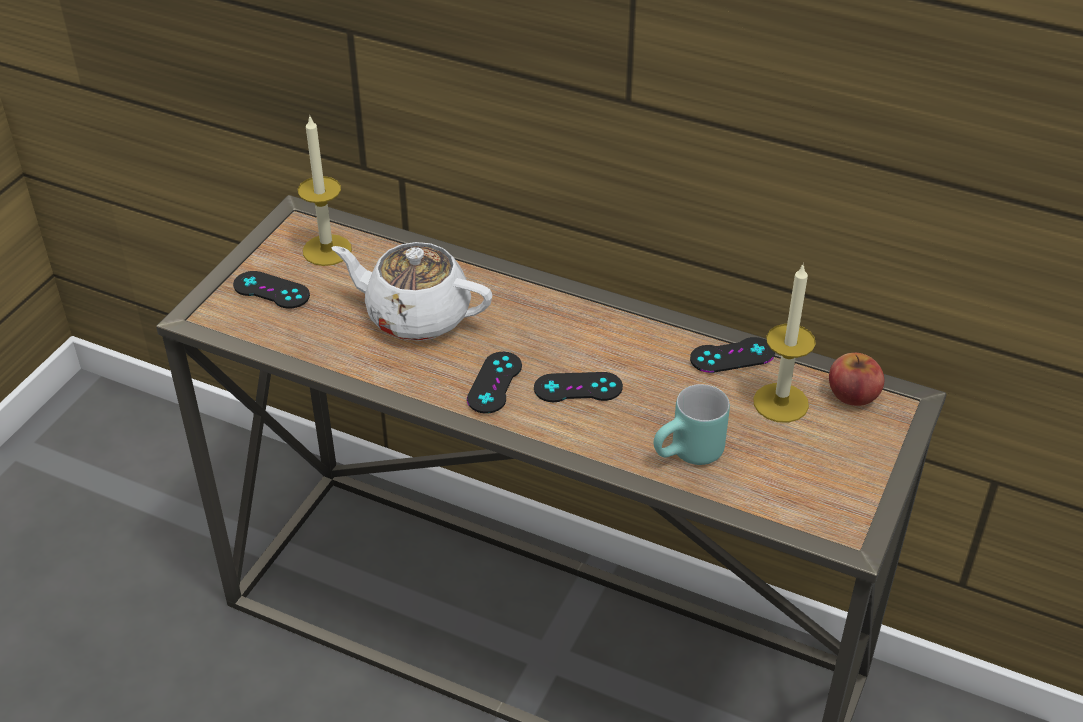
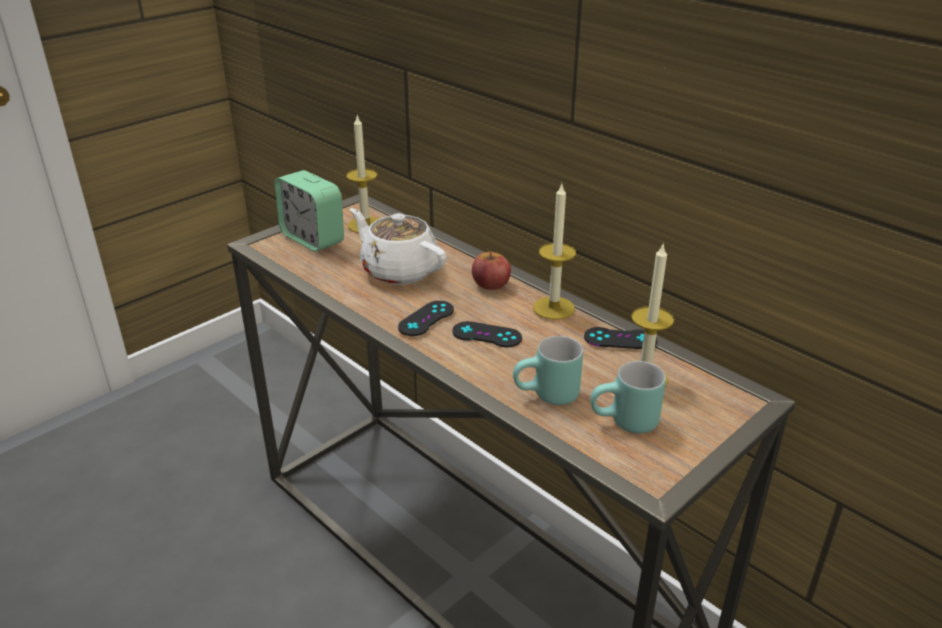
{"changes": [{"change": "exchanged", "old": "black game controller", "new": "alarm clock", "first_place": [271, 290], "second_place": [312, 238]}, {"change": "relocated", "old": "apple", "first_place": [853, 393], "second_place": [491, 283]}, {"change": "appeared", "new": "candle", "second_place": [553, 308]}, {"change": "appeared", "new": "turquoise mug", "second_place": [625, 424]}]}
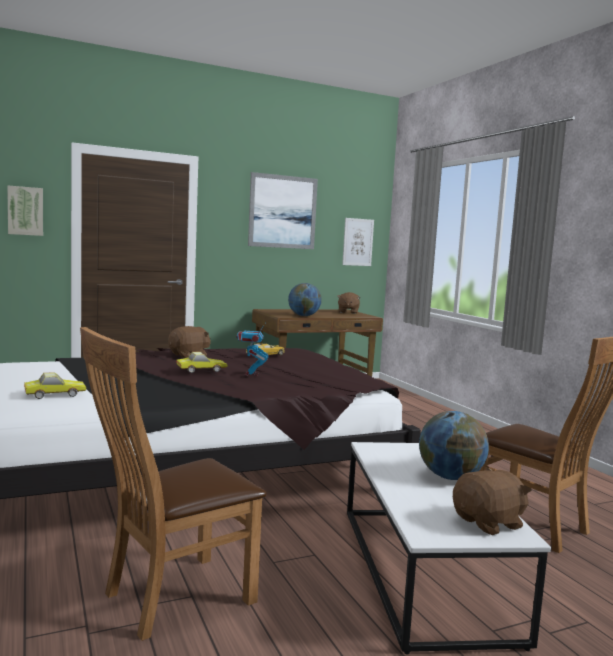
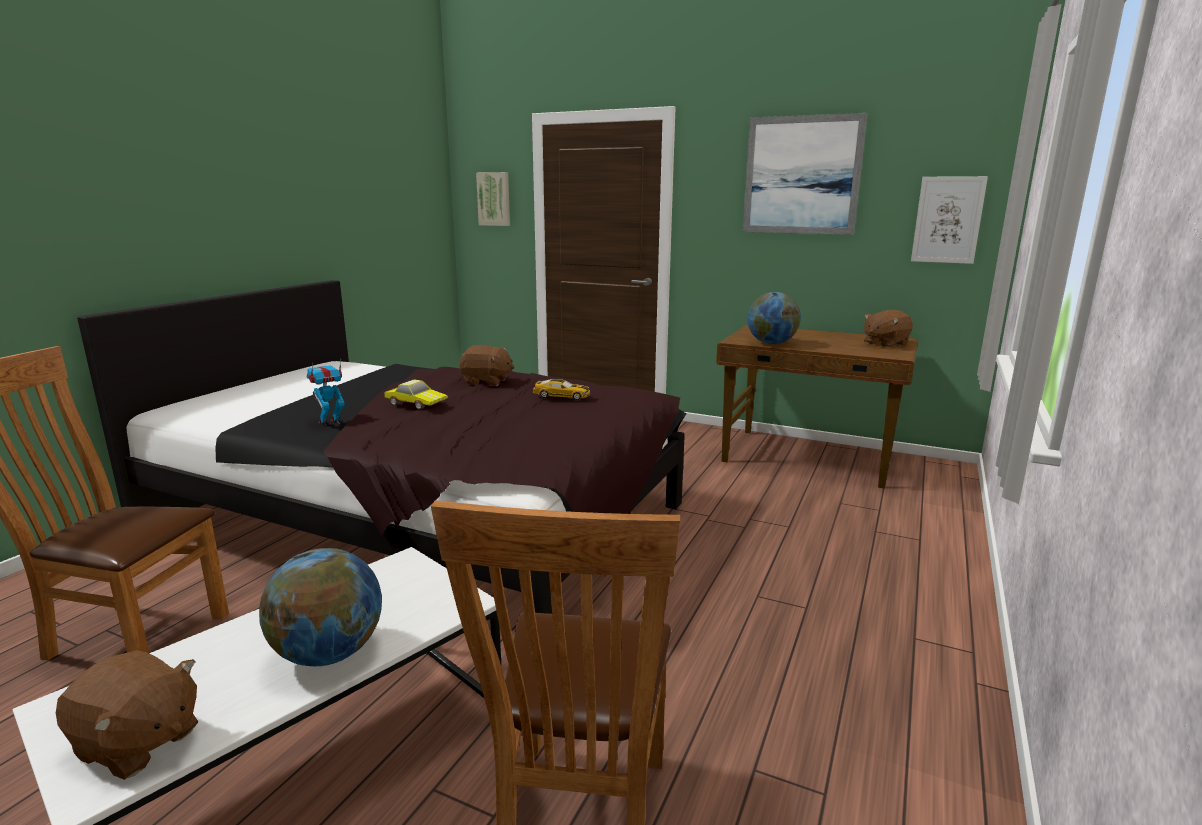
{"changes": [{"change": "missing", "old": "toy car", "first_place": [54, 394]}, {"change": "relocated", "old": "toy robot", "first_place": [251, 374], "second_place": [330, 422]}]}
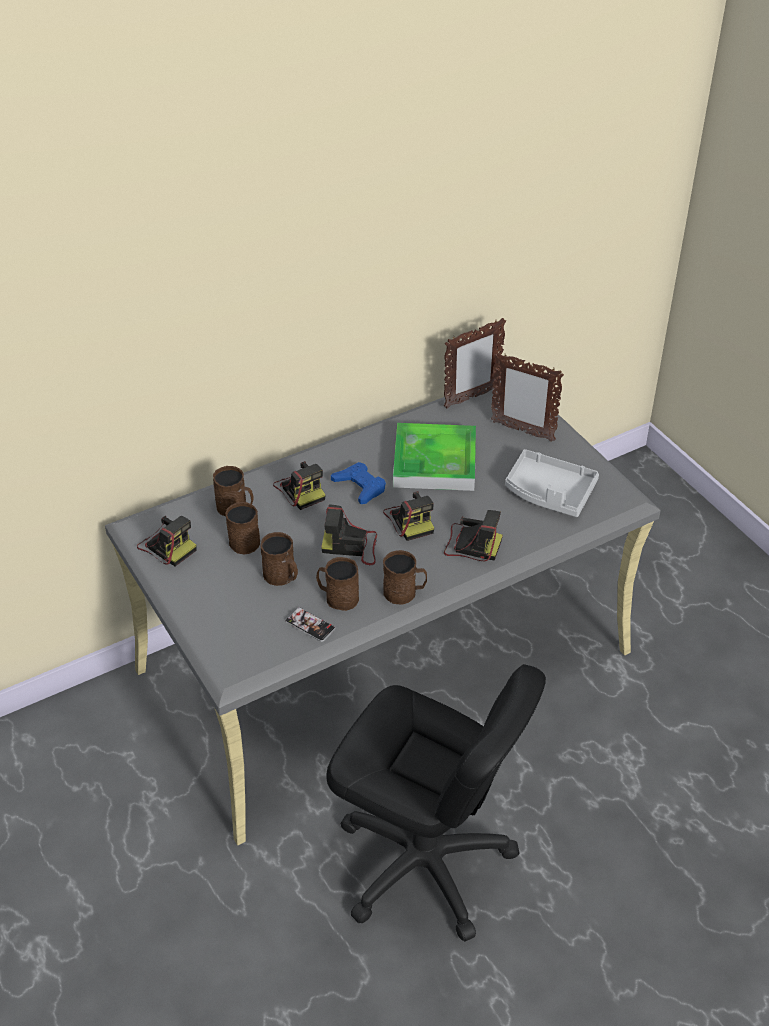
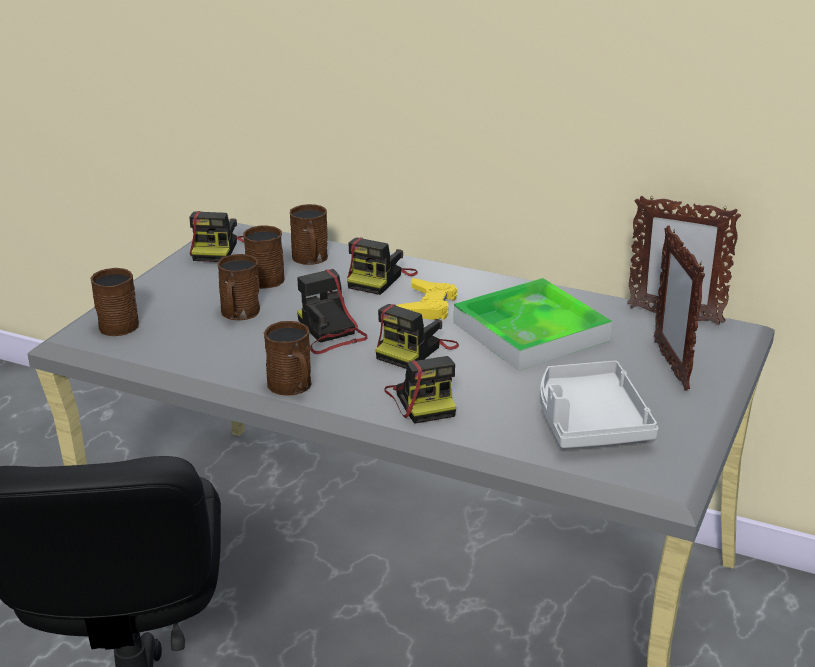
{"changes": [{"change": "missing", "old": "phone", "first_place": [310, 625]}, {"change": "relocated", "old": "brown mug", "first_place": [337, 597], "second_place": [118, 323]}, {"change": "colour", "old": "blue game controller", "new": "yellow game controller", "first_place": [360, 486], "second_place": [428, 306]}]}
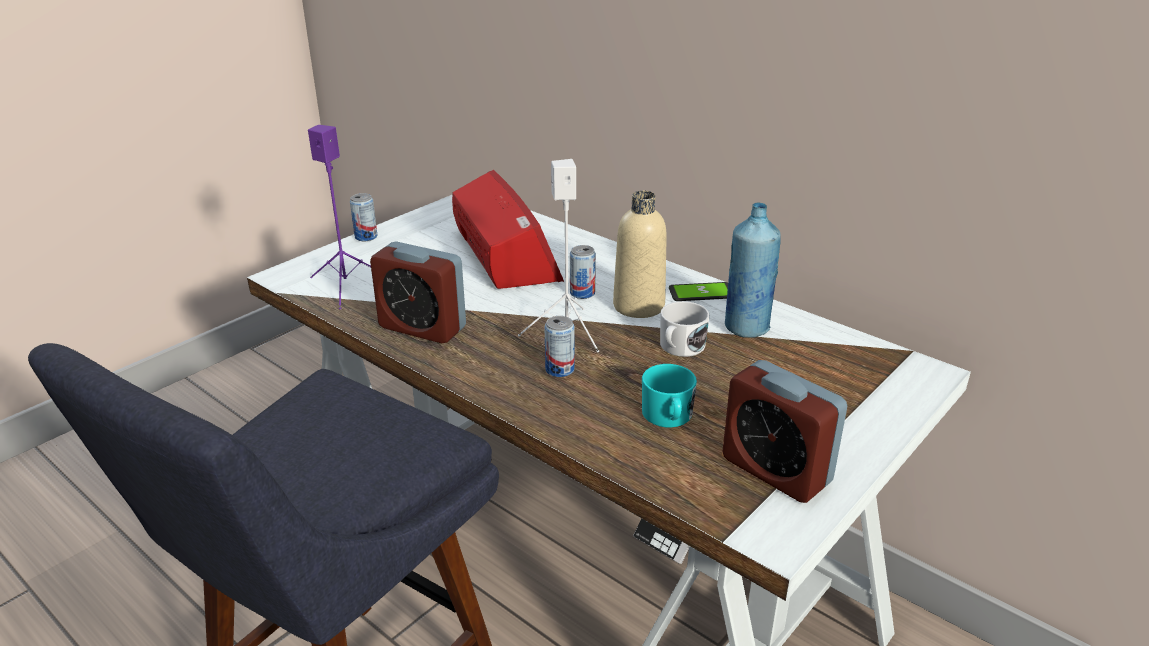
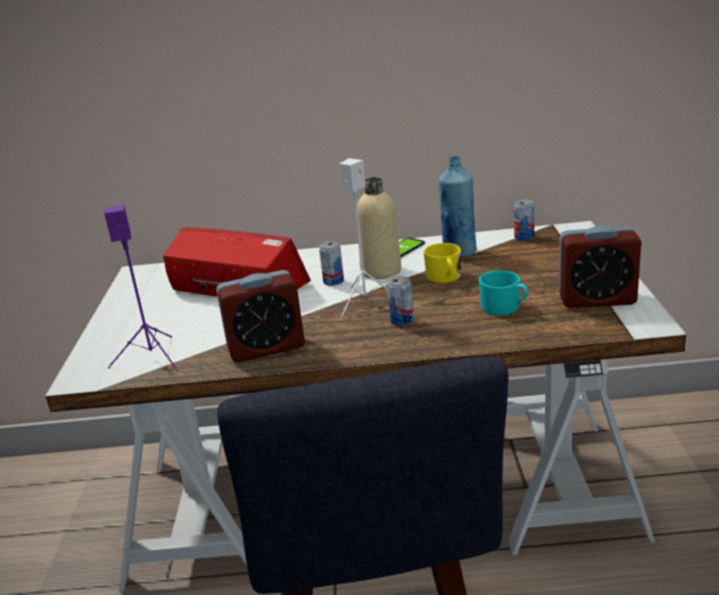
{"changes": [{"change": "relocated", "old": "can", "first_place": [366, 237], "second_place": [524, 237]}, {"change": "colour", "old": "white mug", "new": "yellow mug", "first_place": [679, 347], "second_place": [444, 277]}]}
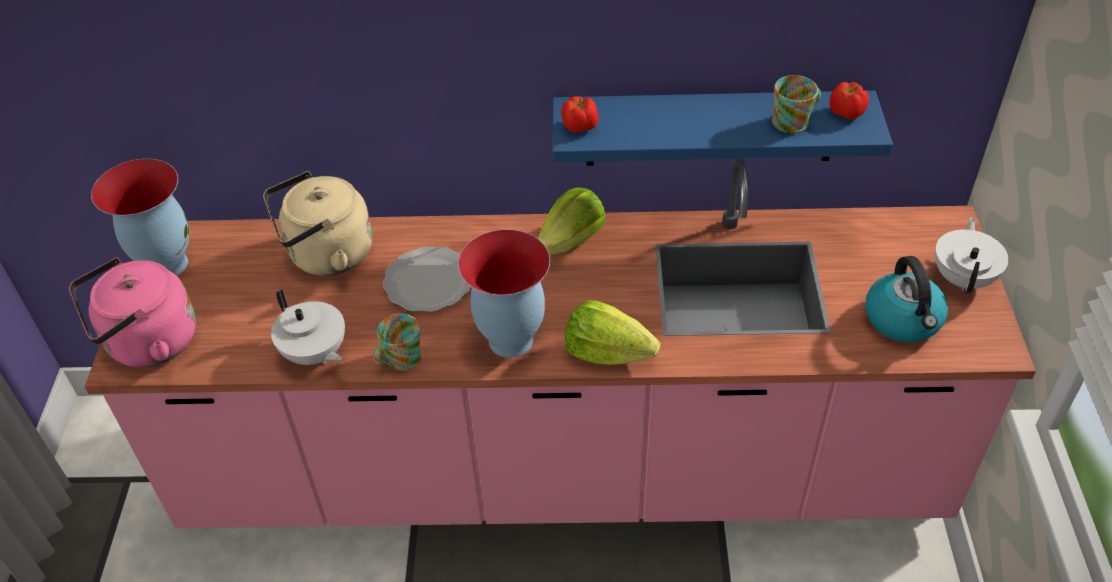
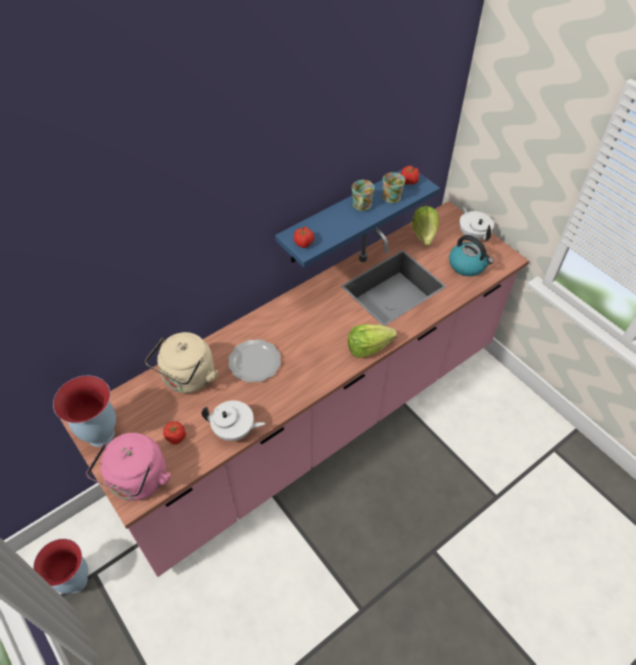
{"changes": [{"change": "relocated", "old": "mug", "first_place": [399, 359], "second_place": [361, 206]}, {"change": "relocated", "old": "vase", "first_place": [510, 341], "second_place": [75, 582]}, {"change": "relocated", "old": "lettuce", "first_place": [571, 241], "second_place": [424, 235]}, {"change": "appeared", "new": "tomato", "second_place": [176, 437]}]}
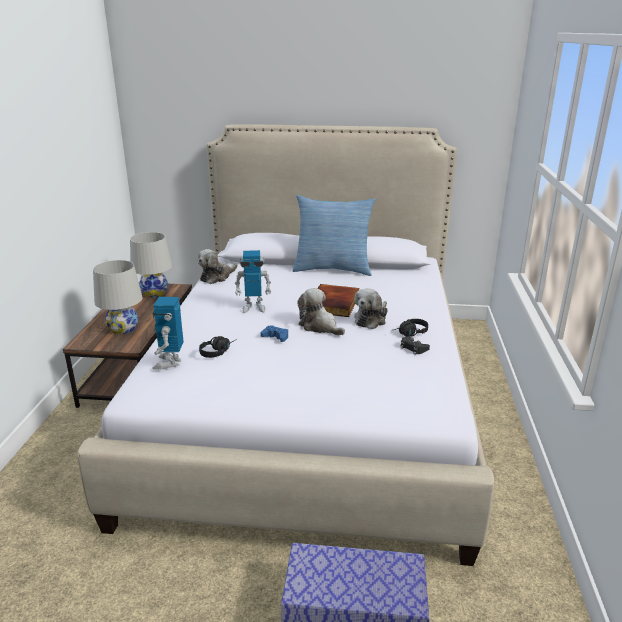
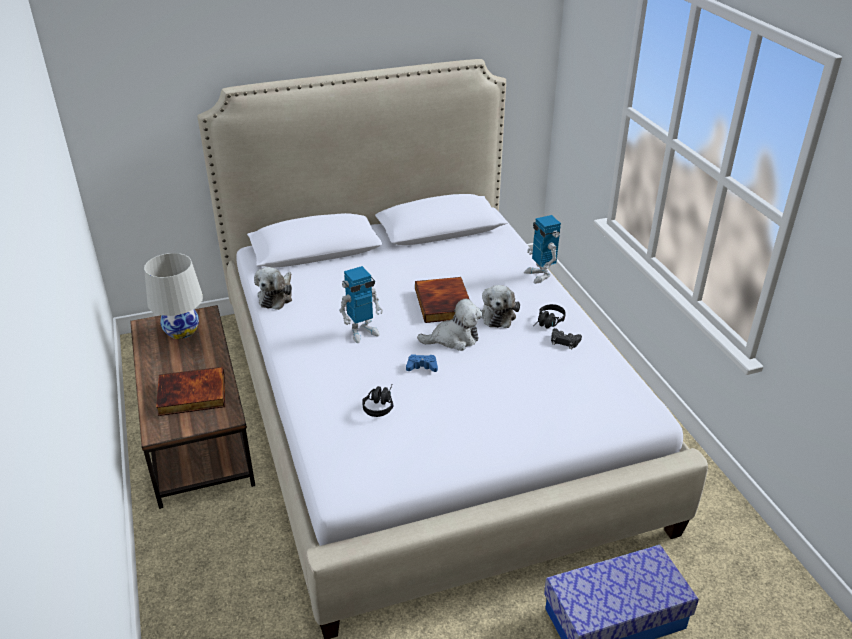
{"changes": [{"change": "exchanged", "old": "white table lamp", "new": "book", "first_place": [123, 329], "second_place": [191, 395]}, {"change": "relocated", "old": "toy robot", "first_place": [170, 362], "second_place": [540, 275]}, {"change": "missing", "old": "pillow", "first_place": [332, 269]}, {"change": "spun", "old": "plush toy", "first_place": [319, 326], "second_place": [453, 339], "degrees": 150}]}
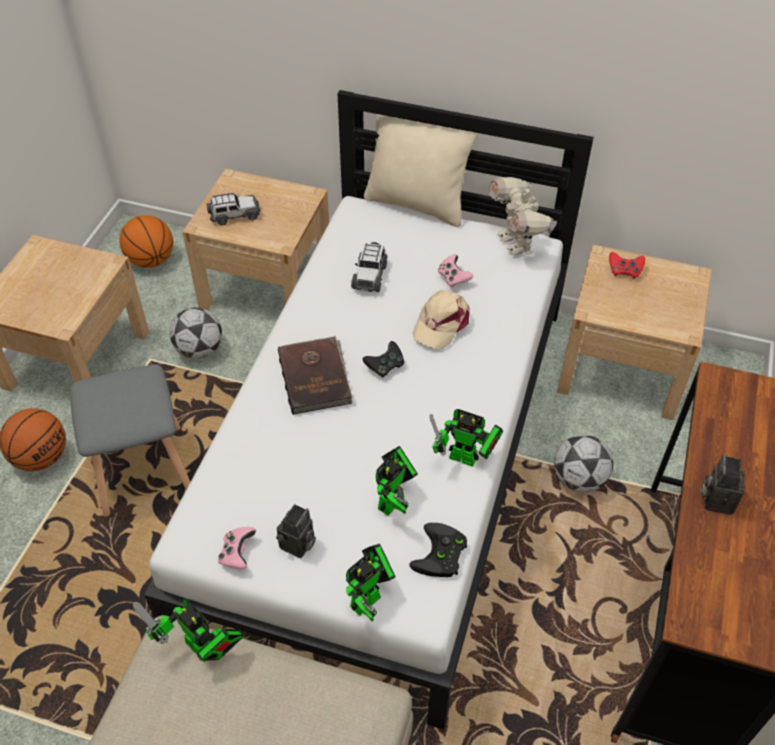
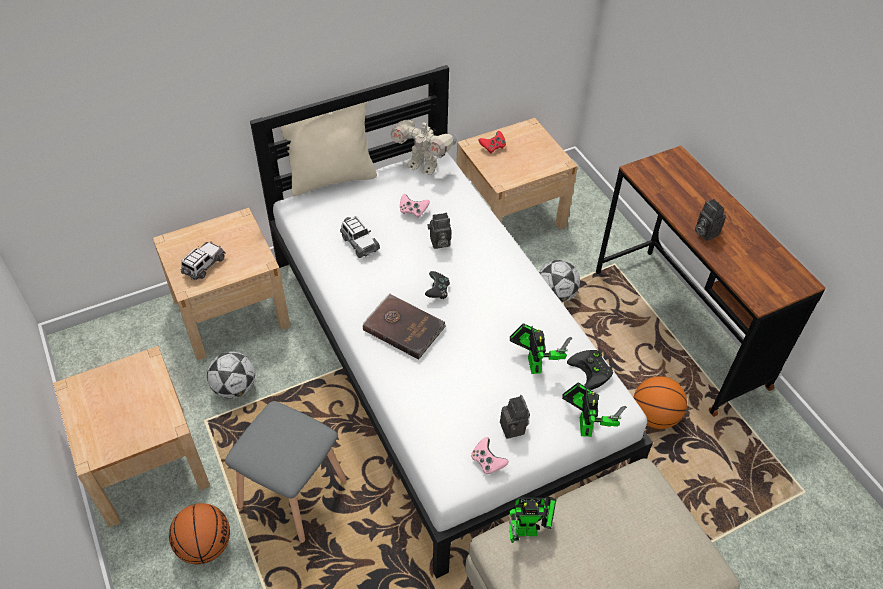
{"changes": [{"change": "relocated", "old": "basketball", "first_place": [151, 260], "second_place": [654, 416]}, {"change": "exchanged", "old": "beige cap", "new": "photo camera", "first_place": [441, 323], "second_place": [439, 243]}, {"change": "missing", "old": "toy robot", "first_place": [467, 459]}]}
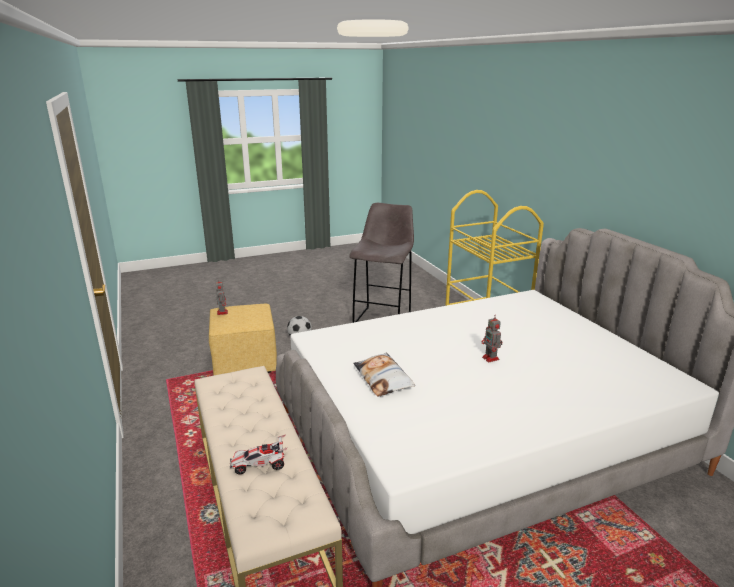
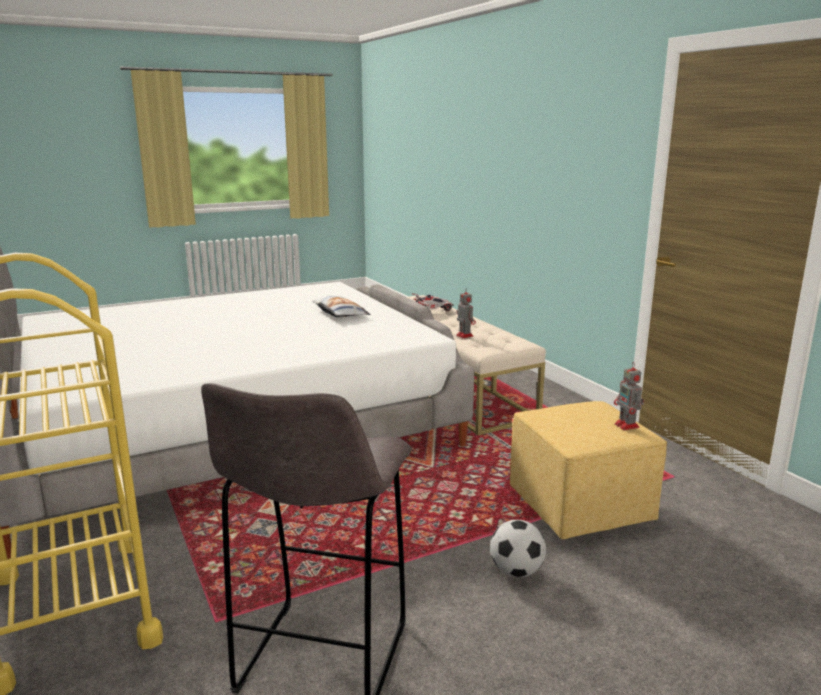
{"changes": [{"change": "relocated", "old": "toy robot", "first_place": [491, 359], "second_place": [464, 335]}]}
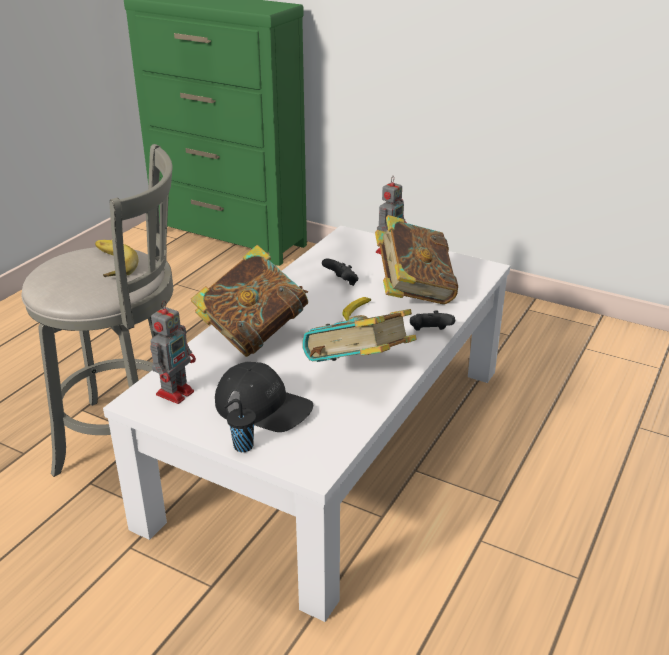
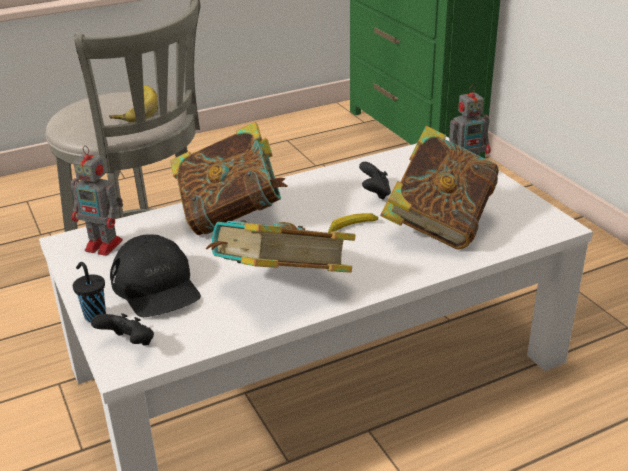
{"changes": [{"change": "spun", "old": "toy robot", "first_place": [176, 392], "second_place": [105, 246], "degrees": 45}, {"change": "relocated", "old": "black game controller", "first_place": [430, 333], "second_place": [128, 344]}]}
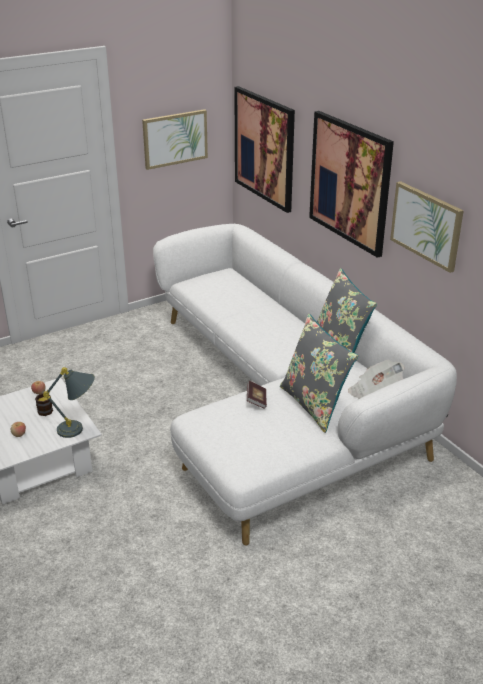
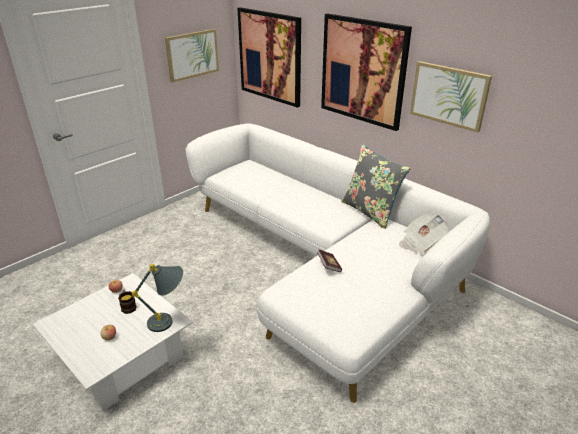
{"changes": [{"change": "missing", "old": "grey pillow", "first_place": [314, 404]}]}
